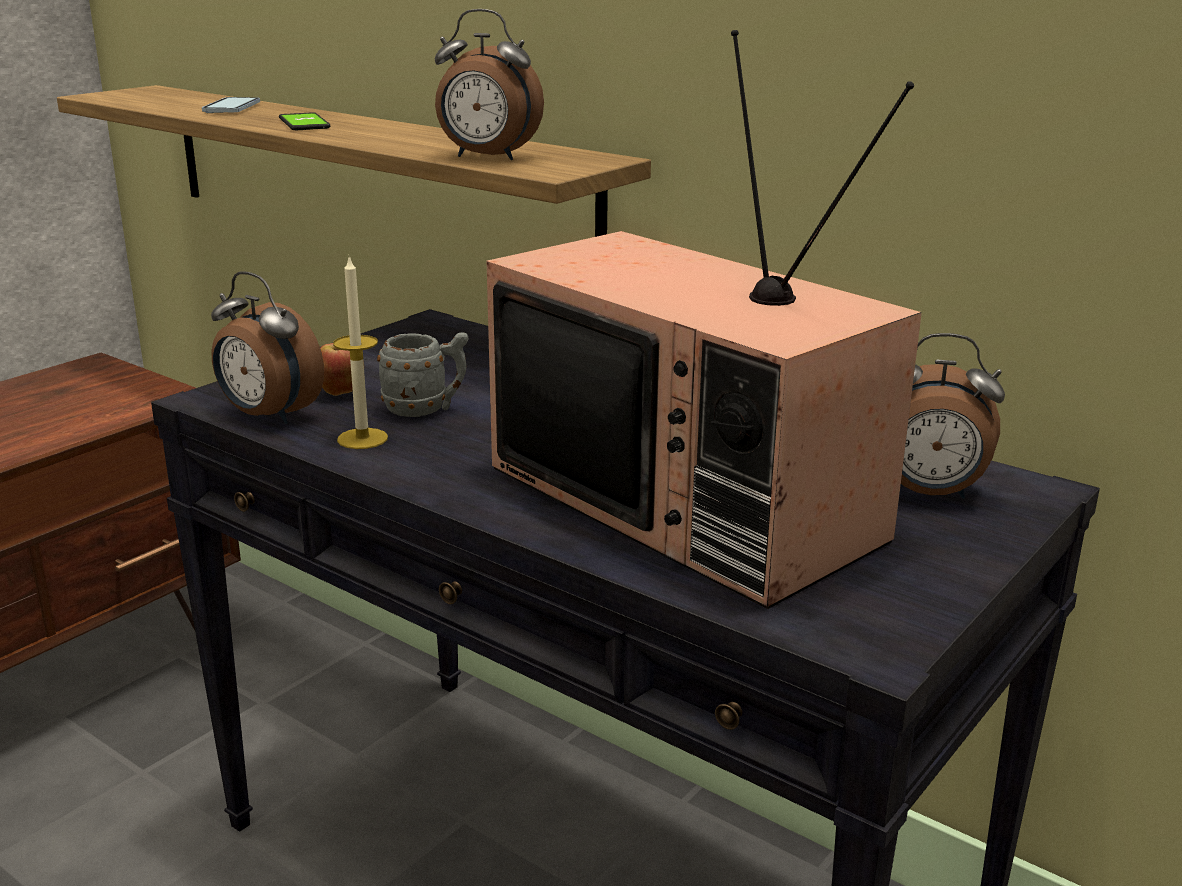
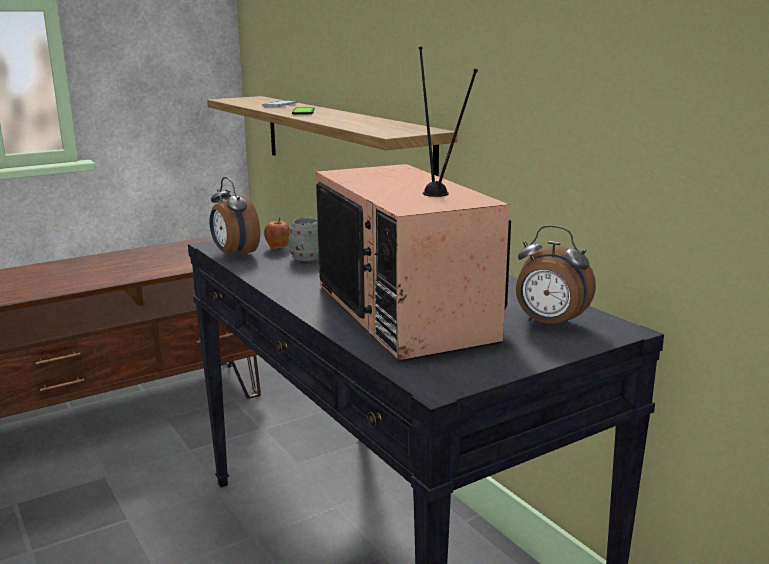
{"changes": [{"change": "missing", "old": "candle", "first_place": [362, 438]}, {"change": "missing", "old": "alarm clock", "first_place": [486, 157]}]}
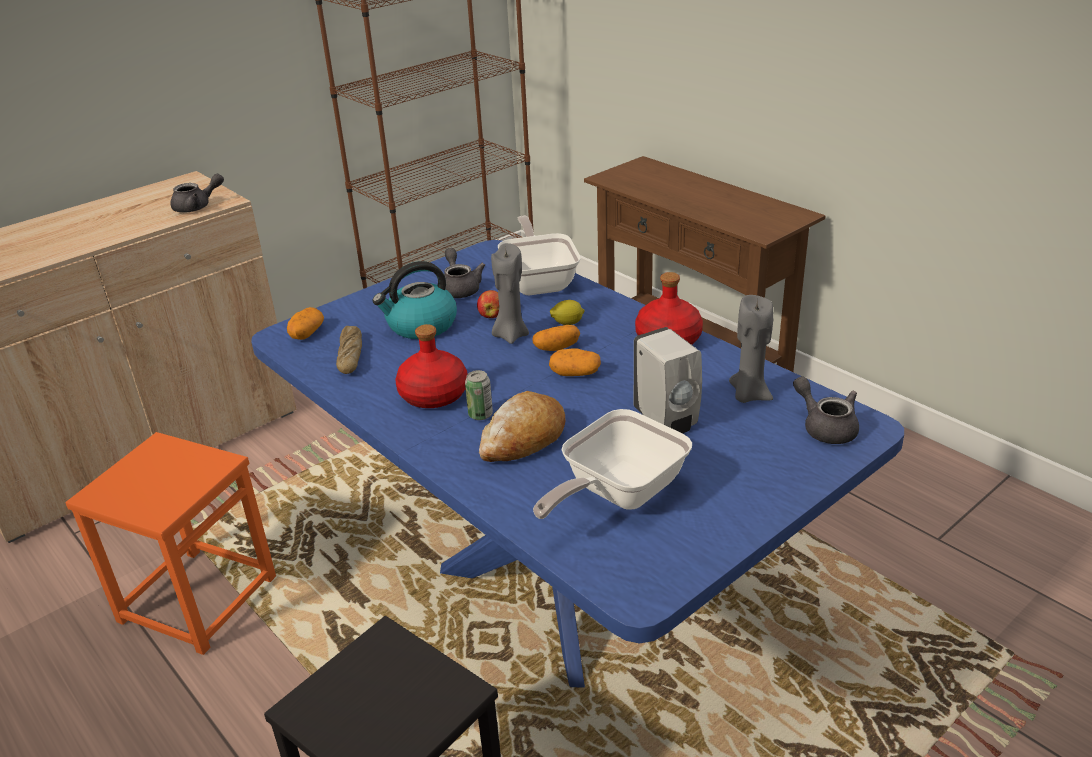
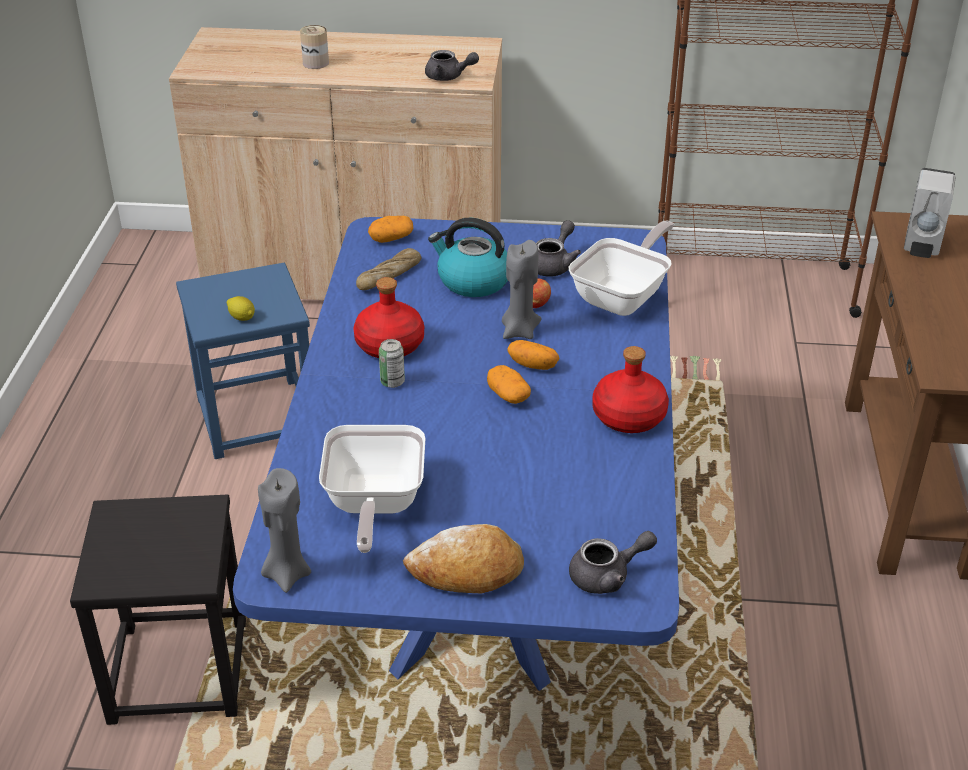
{"changes": [{"change": "colour", "old": "orange stool", "new": "blue stool", "first_place": [197, 598], "second_place": [257, 417]}, {"change": "relocated", "old": "bread", "first_place": [523, 439], "second_place": [466, 571]}, {"change": "spun", "old": "frying pan", "first_place": [616, 494], "second_place": [373, 505], "degrees": -90}, {"change": "relocated", "old": "lemon", "first_place": [567, 323], "second_place": [242, 318]}, {"change": "relocated", "old": "white soap dispenser", "first_place": [667, 422], "second_place": [921, 246]}, {"change": "relocated", "old": "grey candle", "first_place": [748, 395], "second_place": [287, 574]}, {"change": "spun", "old": "grey teapot", "first_place": [825, 427], "second_place": [608, 576], "degrees": 60}, {"change": "appeared", "new": "can", "second_place": [316, 63]}]}
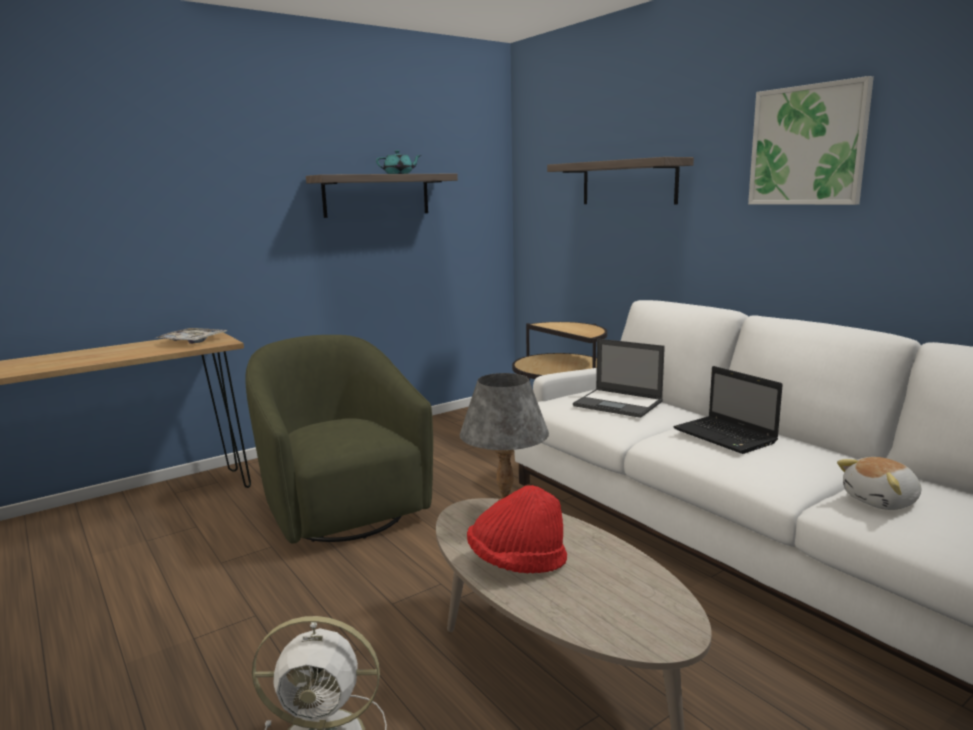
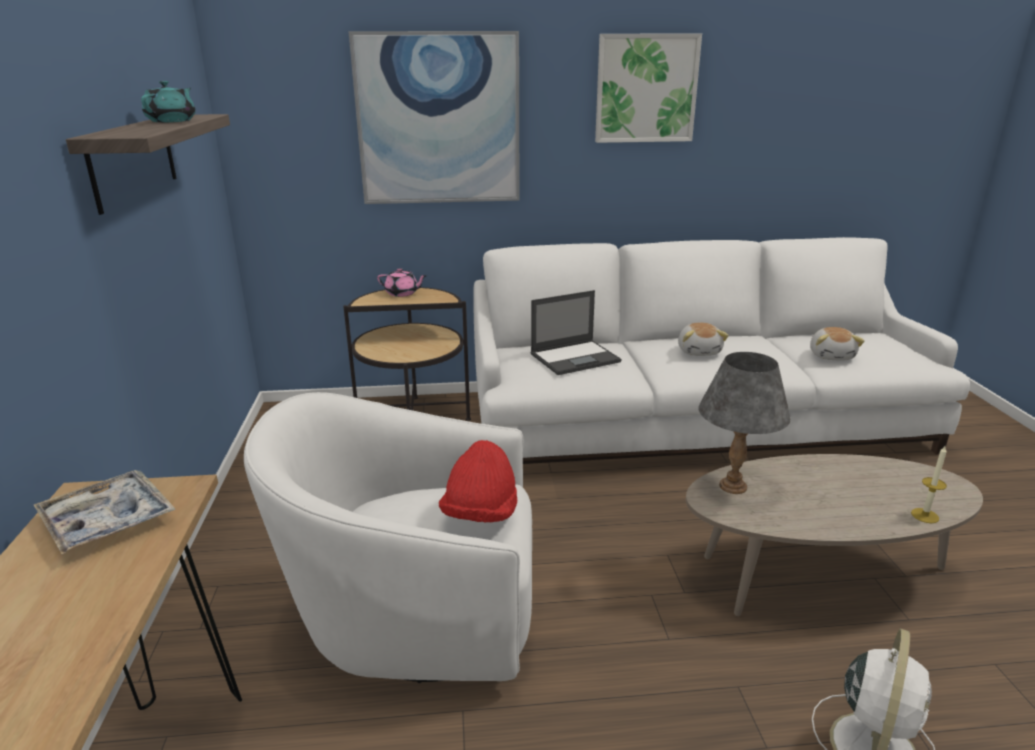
{"changes": [{"change": "colour", "old": "green armchair", "new": "white armchair", "first_place": [342, 507], "second_place": [415, 618]}, {"change": "relocated", "old": "red hat", "first_place": [517, 562], "second_place": [480, 514]}, {"change": "exchanged", "old": "shelf", "new": "picture", "first_place": [628, 182], "second_place": [438, 120]}, {"change": "exchanged", "old": "laptop", "new": "plush toy", "first_place": [726, 436], "second_place": [699, 351]}, {"change": "appeared", "new": "pink teapot", "second_place": [402, 293]}, {"change": "appeared", "new": "candle", "second_place": [925, 515]}]}
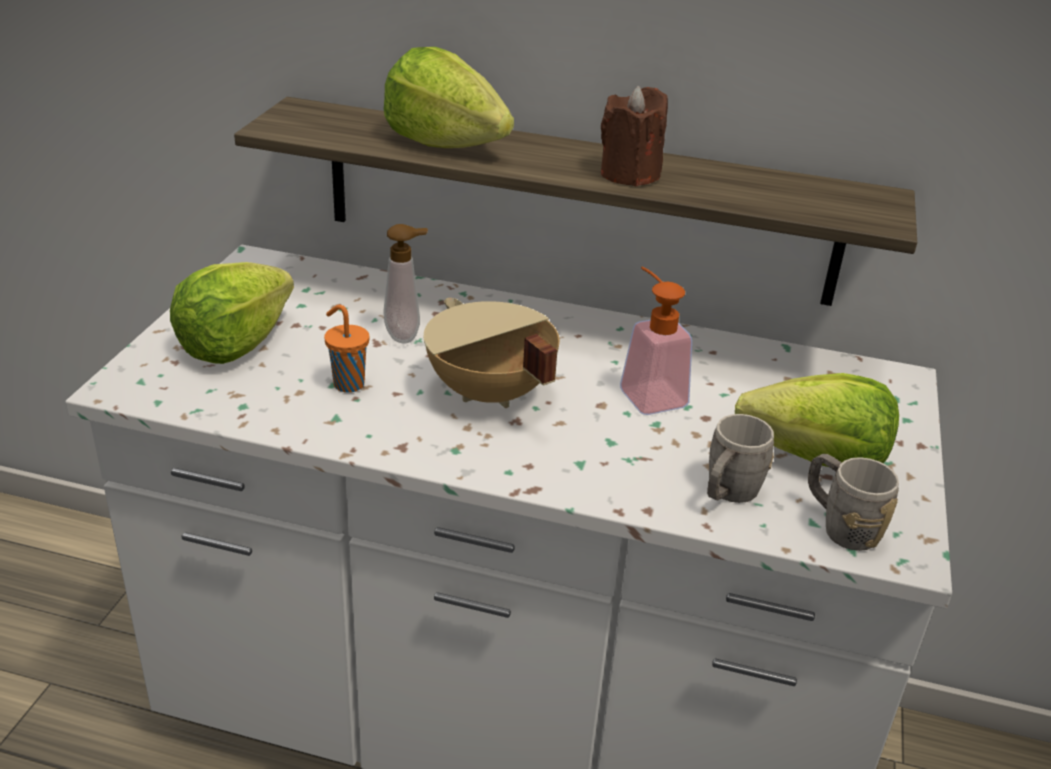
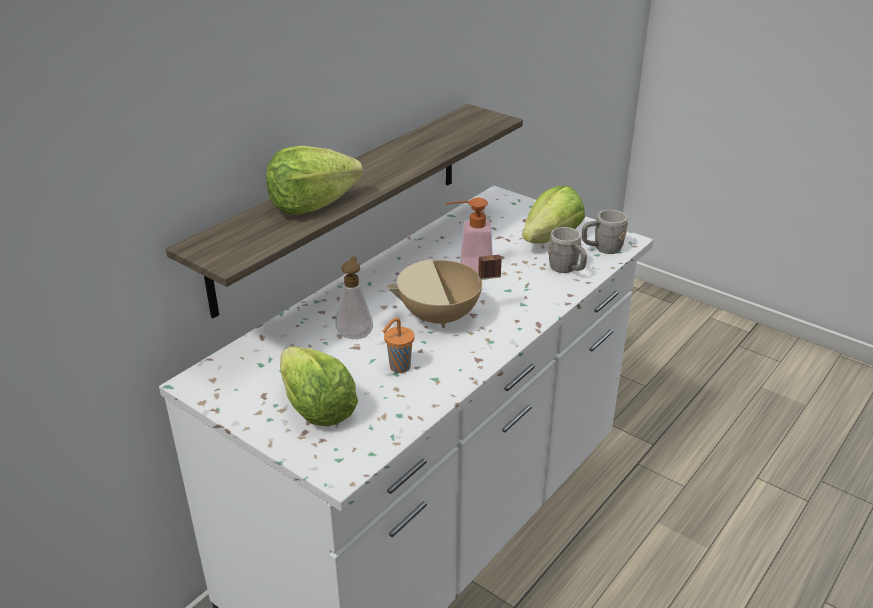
{"changes": [{"change": "missing", "old": "brown candle", "first_place": [630, 174]}]}
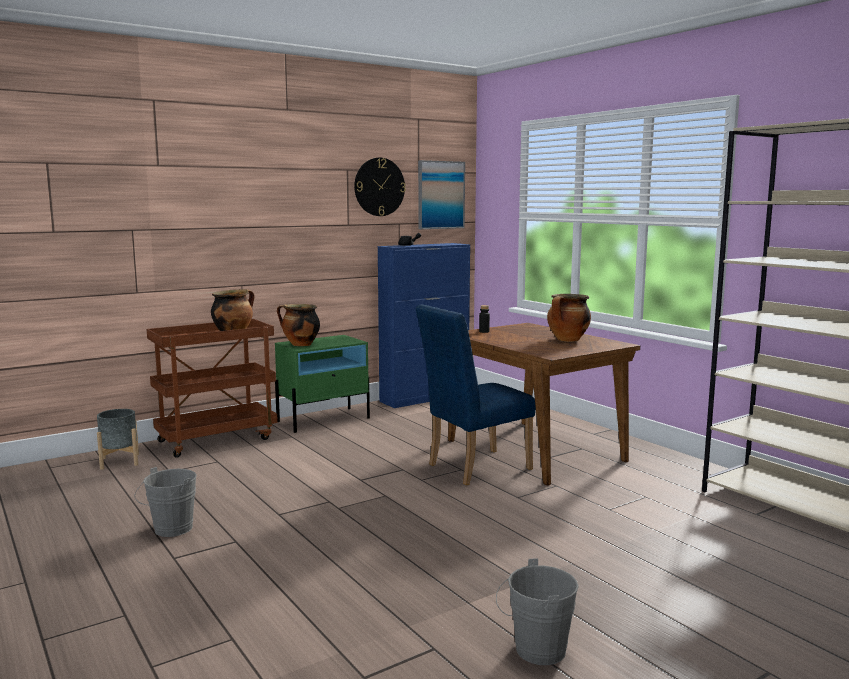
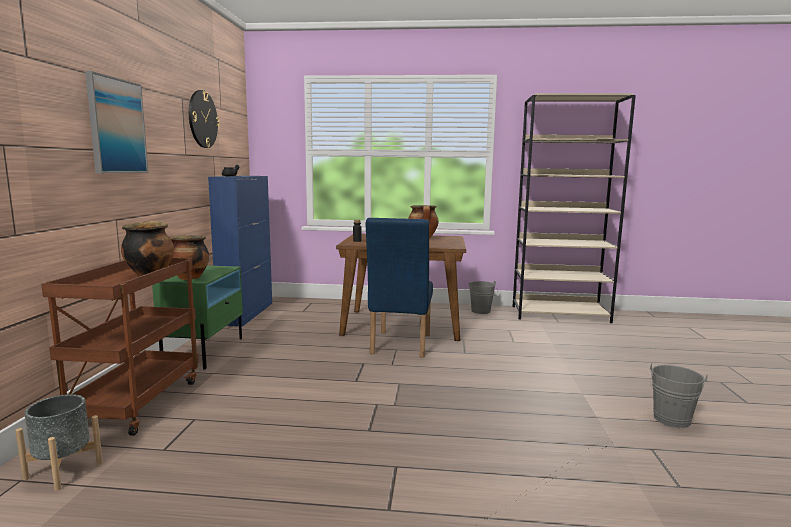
{"changes": [{"change": "relocated", "old": "grey bucket", "first_place": [170, 530], "second_place": [481, 311]}, {"change": "relocated", "old": "picture", "first_place": [440, 195], "second_place": [116, 126]}]}
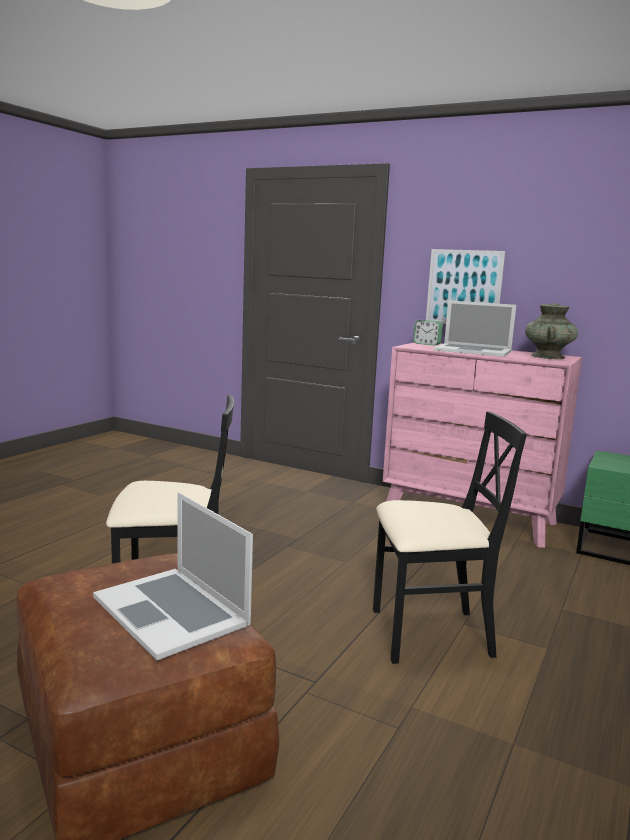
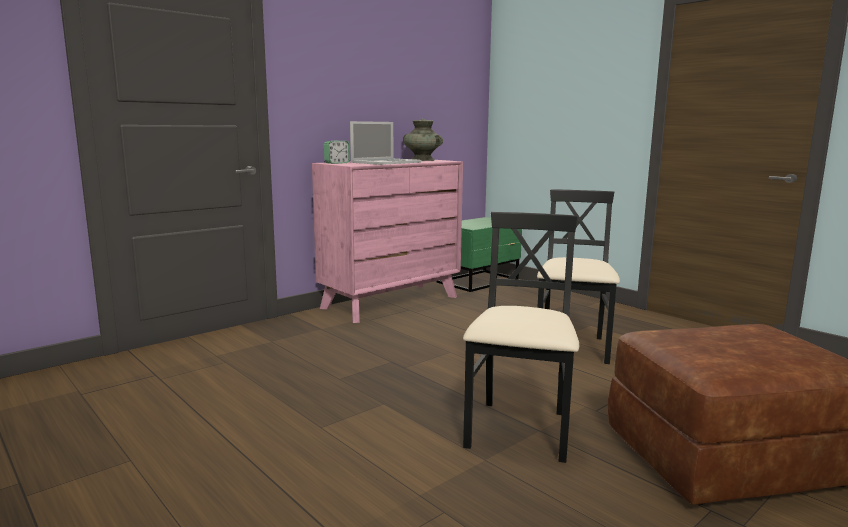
{"changes": [{"change": "missing", "old": "laptop", "first_place": [171, 610]}, {"change": "missing", "old": "picture", "first_place": [464, 288]}]}
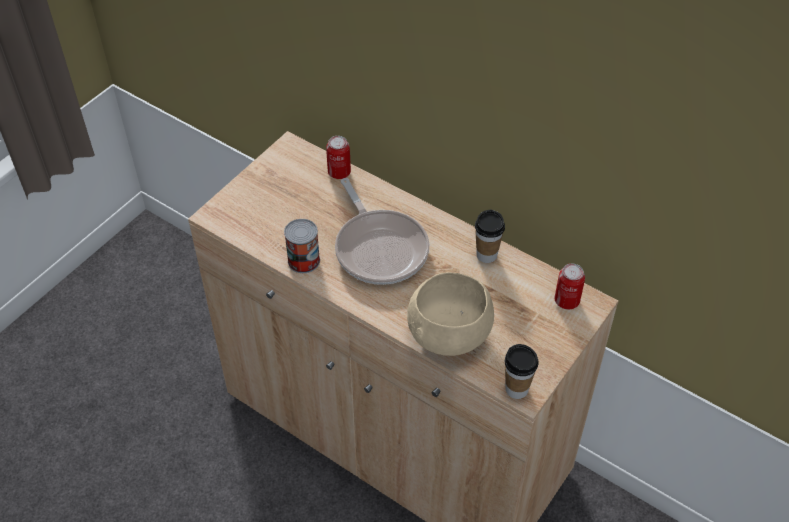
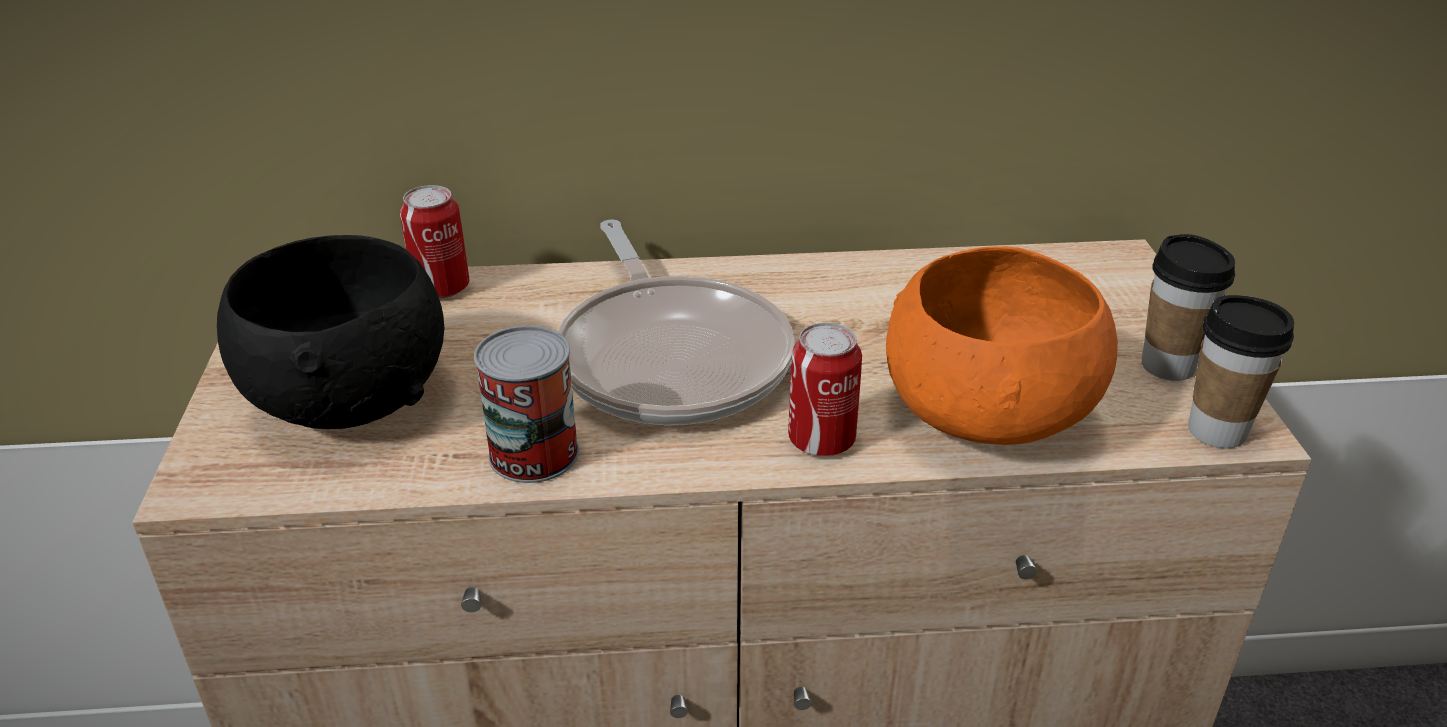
{"changes": [{"change": "spun", "old": "frying pan", "first_place": [379, 248], "second_place": [671, 357], "degrees": 45}, {"change": "colour", "old": "beige bowl", "new": "orange bowl", "first_place": [449, 336], "second_place": [988, 419]}, {"change": "relocated", "old": "cup", "first_place": [486, 255], "second_place": [1168, 365]}, {"change": "relocated", "old": "can", "first_place": [566, 301], "second_place": [821, 440]}, {"change": "appeared", "new": "black bowl", "second_place": [352, 400]}]}
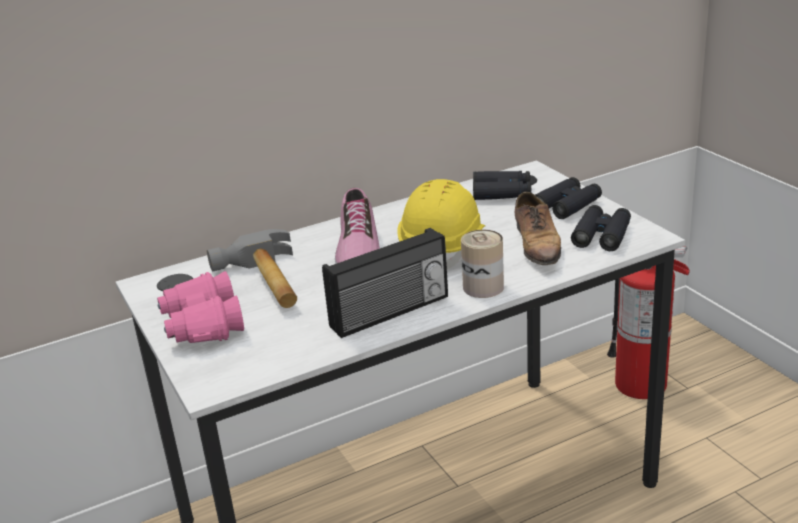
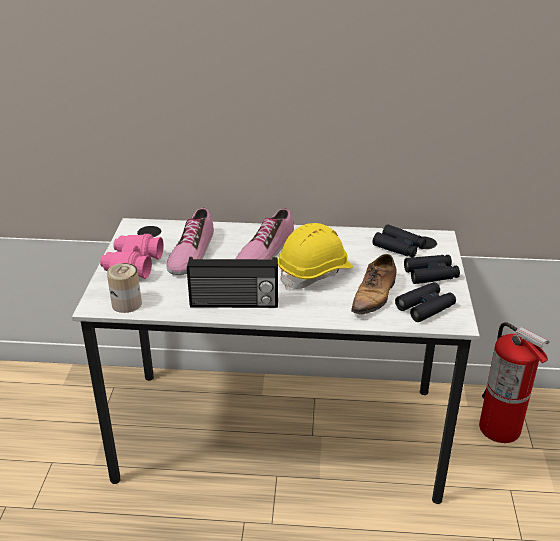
{"changes": [{"change": "exchanged", "old": "hammer", "new": "shoe", "first_place": [264, 283], "second_place": [191, 252]}, {"change": "relocated", "old": "can", "first_place": [483, 287], "second_place": [126, 304]}]}
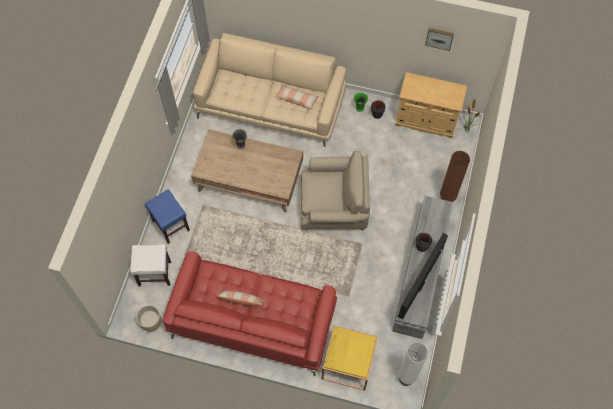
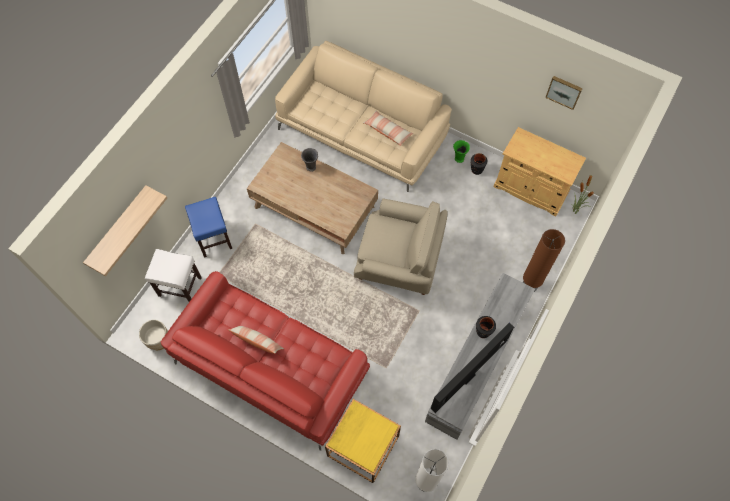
{"changes": [{"change": "appeared", "new": "shelf", "second_place": [118, 227]}]}
